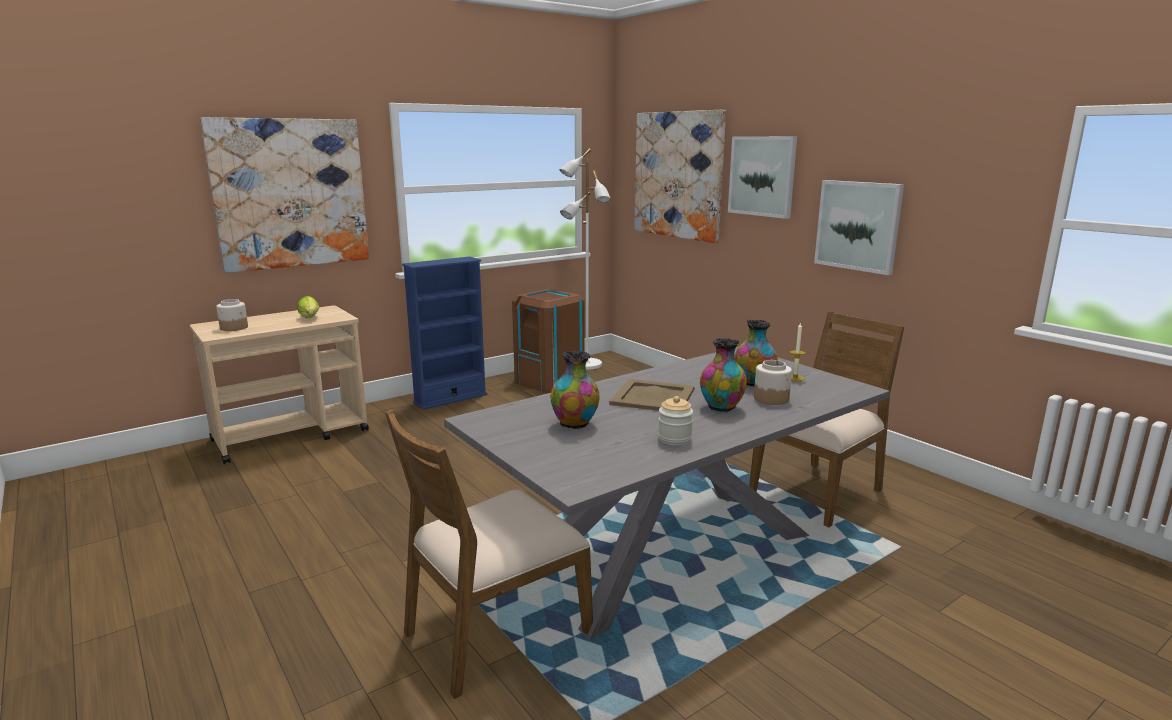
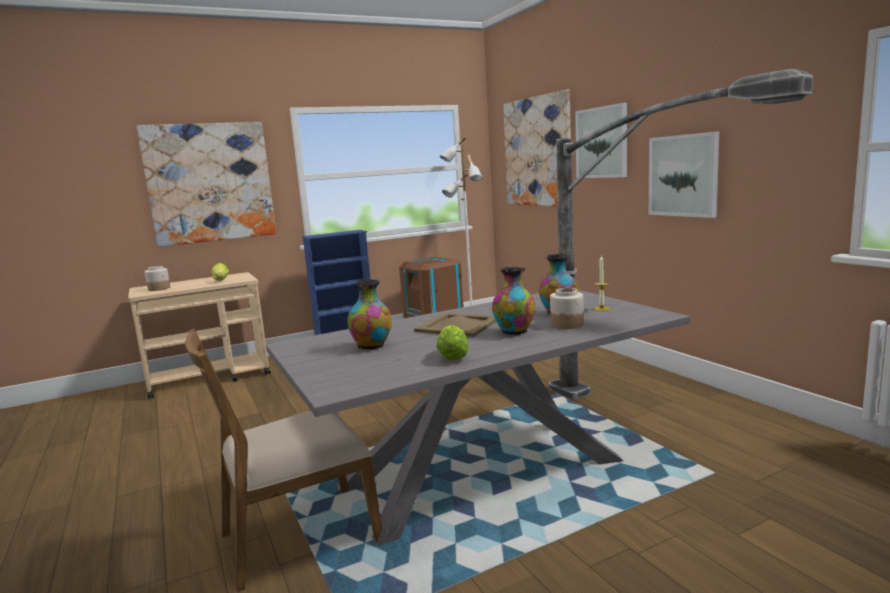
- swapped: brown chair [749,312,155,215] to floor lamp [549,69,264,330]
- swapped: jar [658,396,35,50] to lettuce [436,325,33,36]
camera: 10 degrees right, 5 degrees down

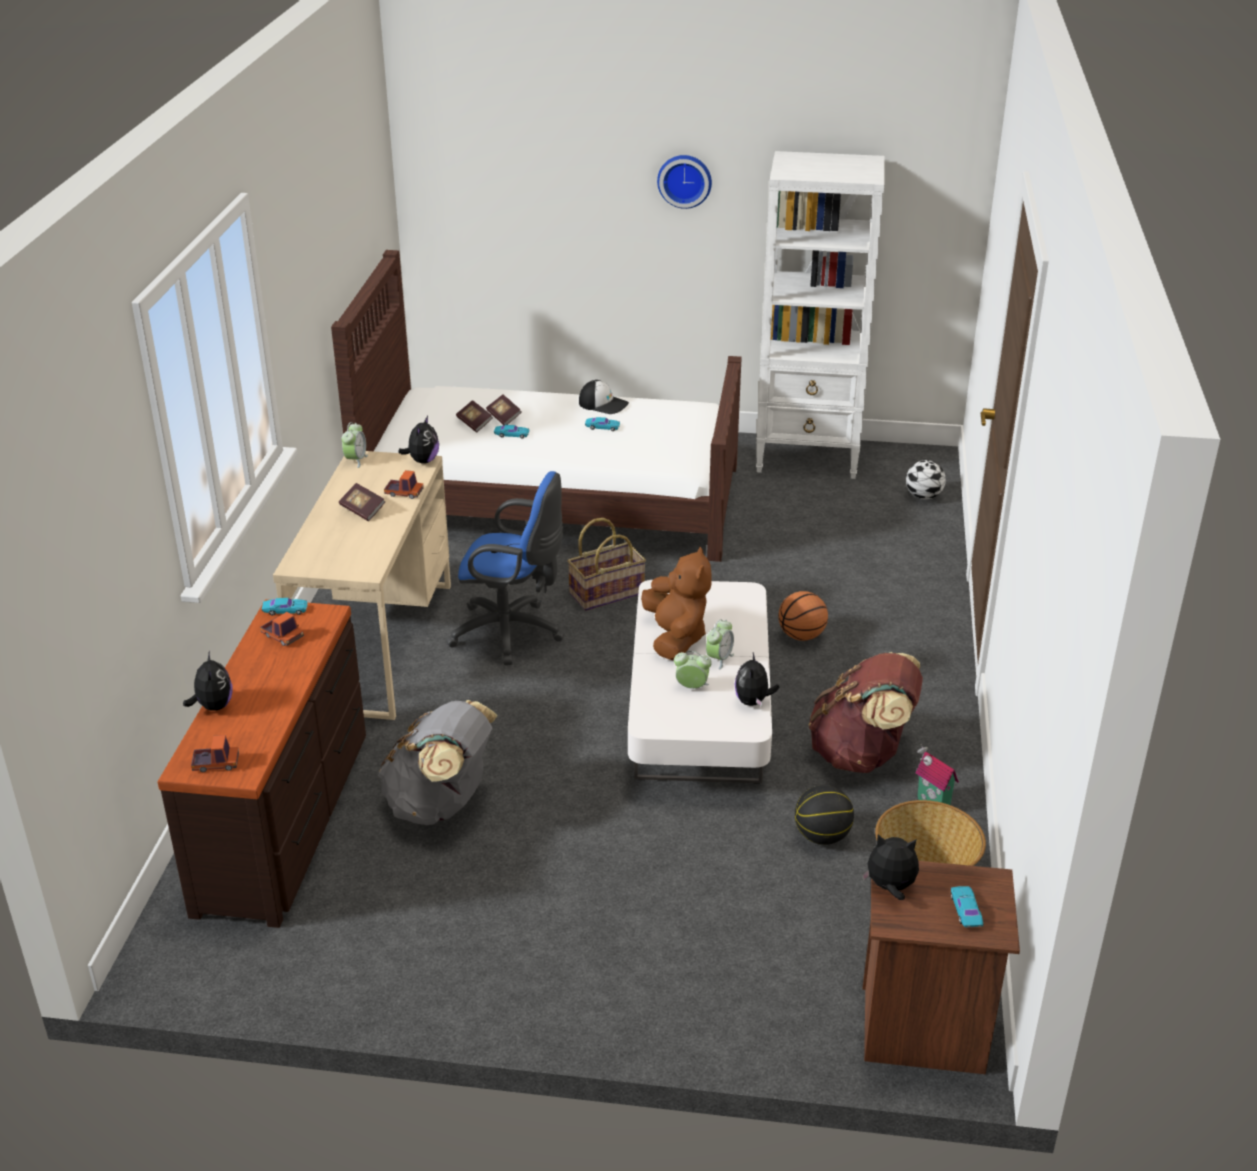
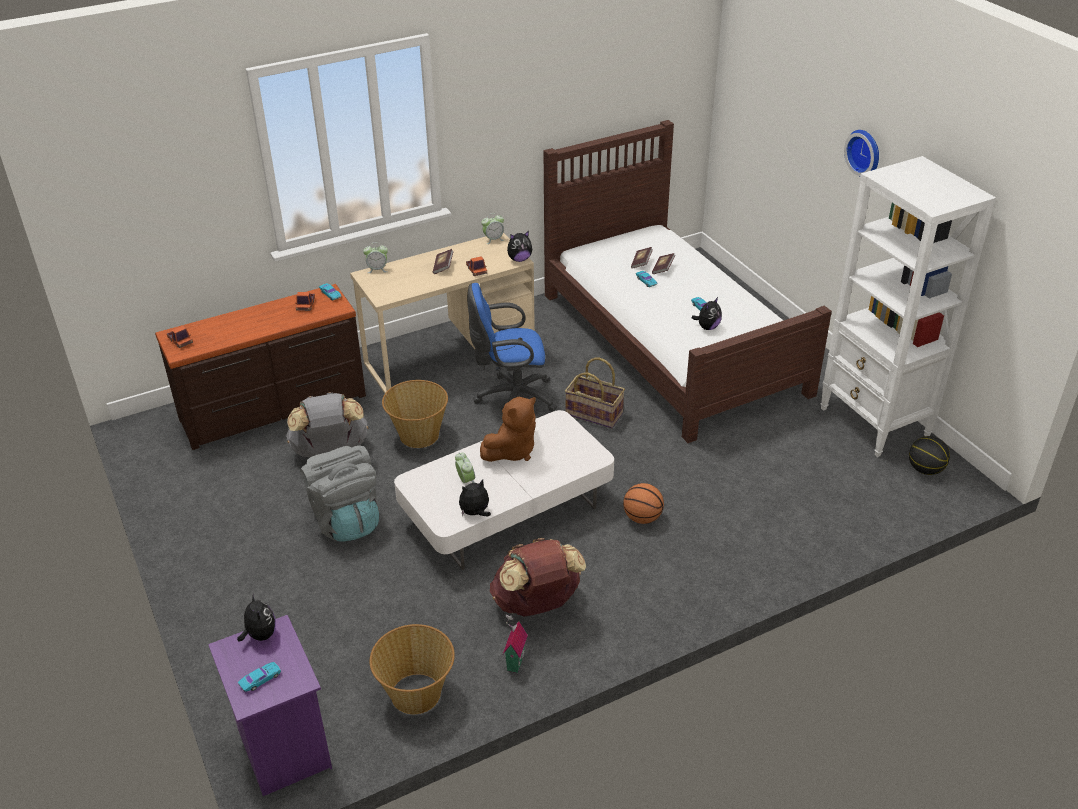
- gone: cap [579,380,50,34]
- gone: football [906,460,40,39]
- rotated: blue office chair [446,471,118,194] = [467,283,90,129] 105 degrees clockwise
- shifted: alarm clock [706,619,28,50] to [363,243,25,30]
- shifted: plush toy [183,651,50,60] to [691,297,31,33]
- shifted: basketball [795,785,59,60] to [909,436,41,39]
- repainted: brown nightstand [862,861,158,213] to purple nightstand [208,615,124,181]
- new: basket [382,380,66,68]
- new: grey backpack [300,445,80,97]
camera: 55 degrees right, 5 degrees up

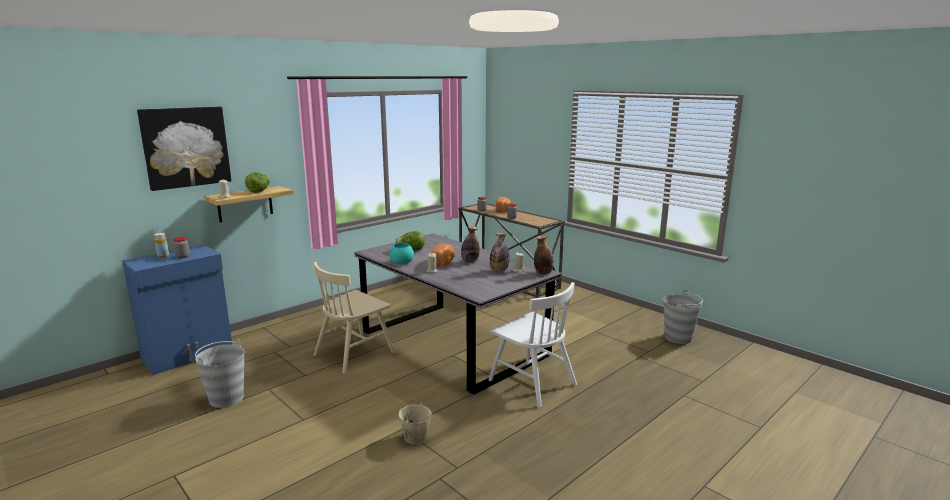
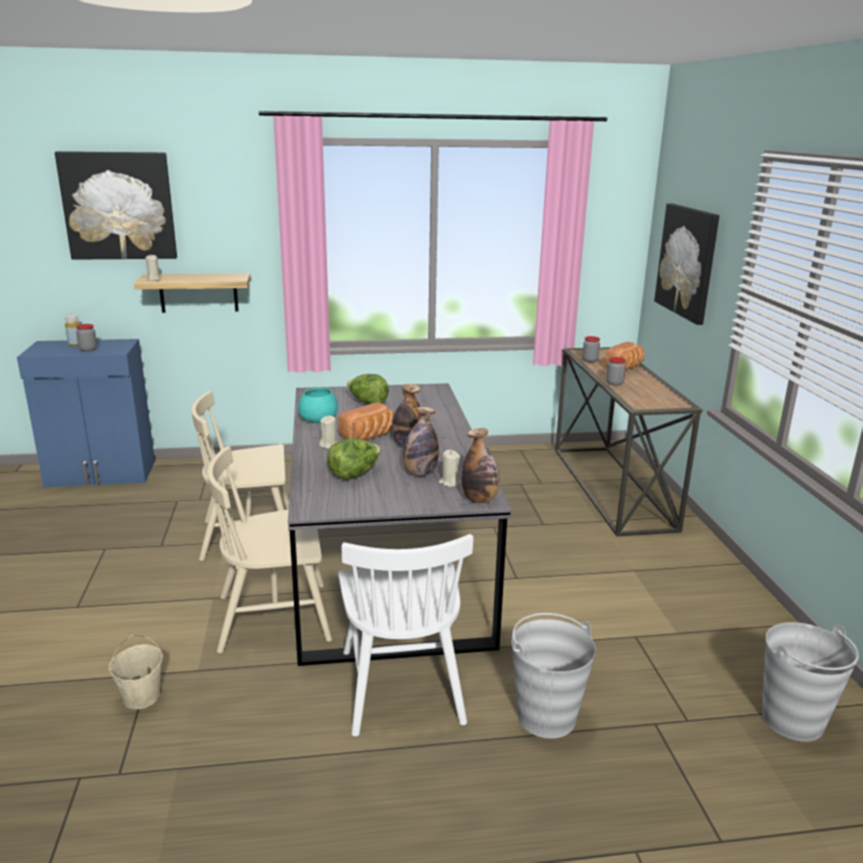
- shifted: lettuce [245,172,25,21] to [327,438,54,41]
- shifted: grey bucket [195,339,49,69] to [512,613,84,126]
- new: picture [654,203,65,122]
- new: beige chair [207,446,125,207]
camera: 35 degrees right, 5 degrees up

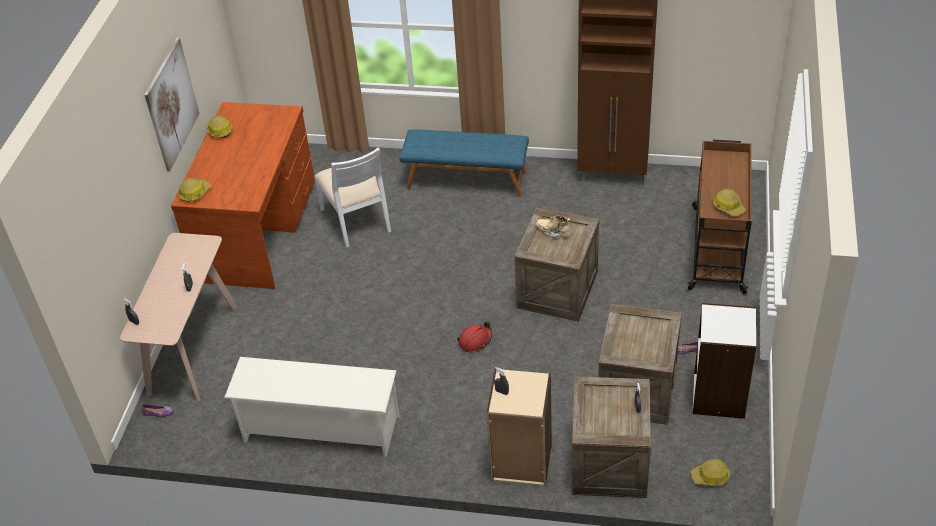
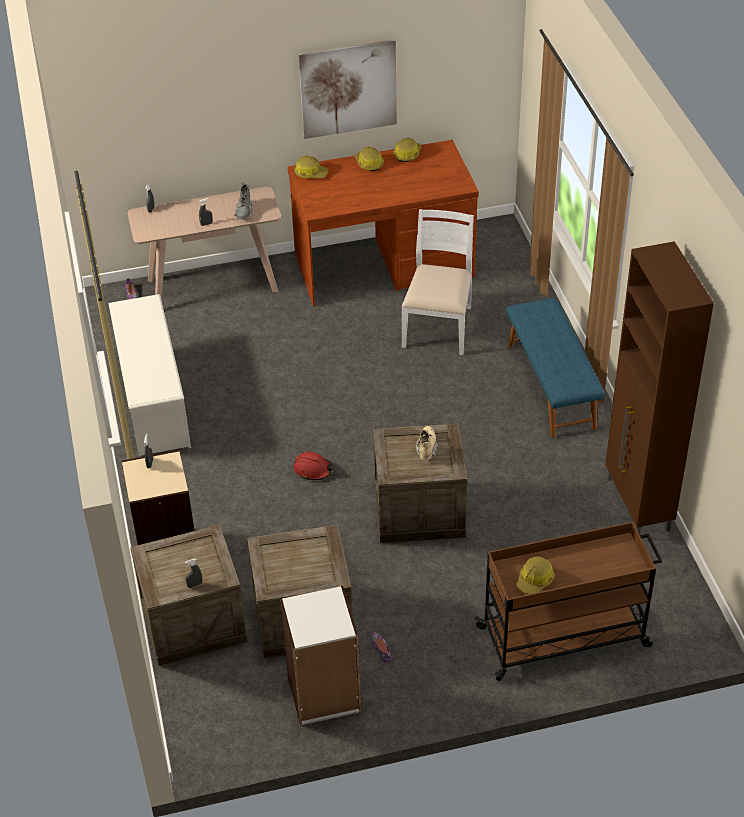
- rotated: white chair [314,148,77,100] = [401,209,73,146] 150 degrees clockwise
- shifted: hard hat [691,459,39,27] to [355,147,29,24]
- new: grey boot [234,182,20,37]
camera: 65 degrees right, 0 degrees up

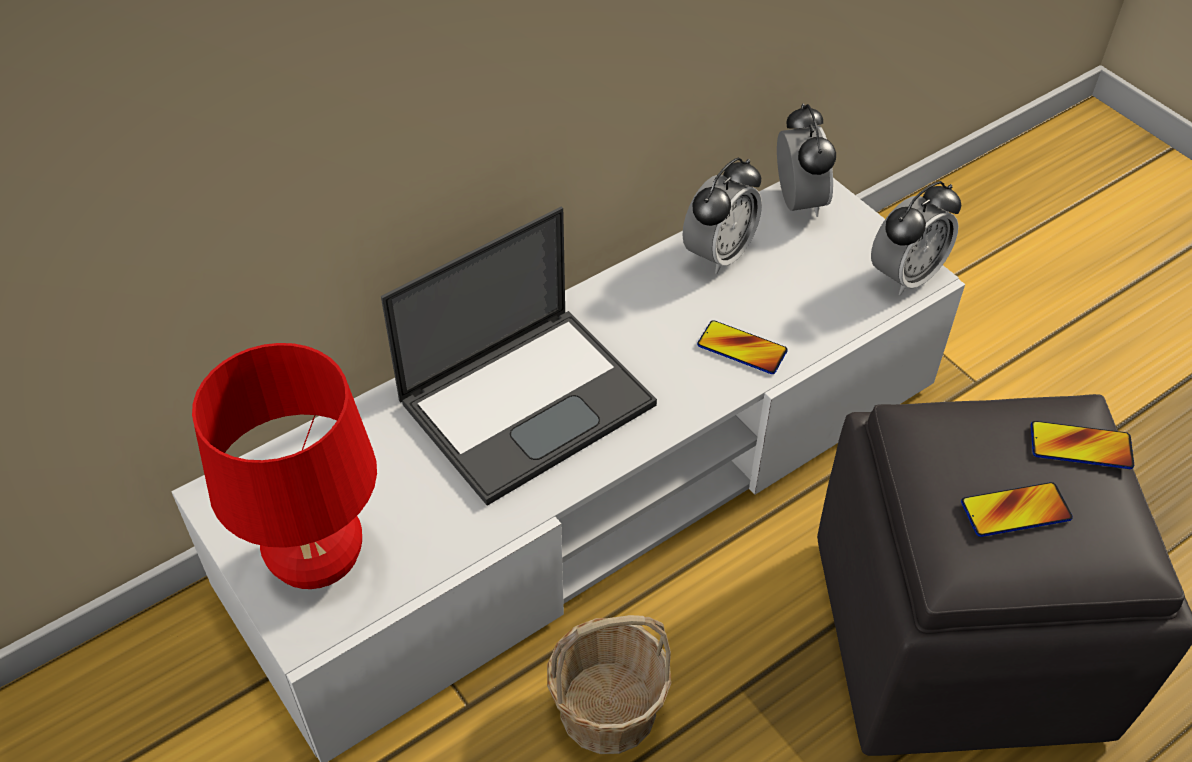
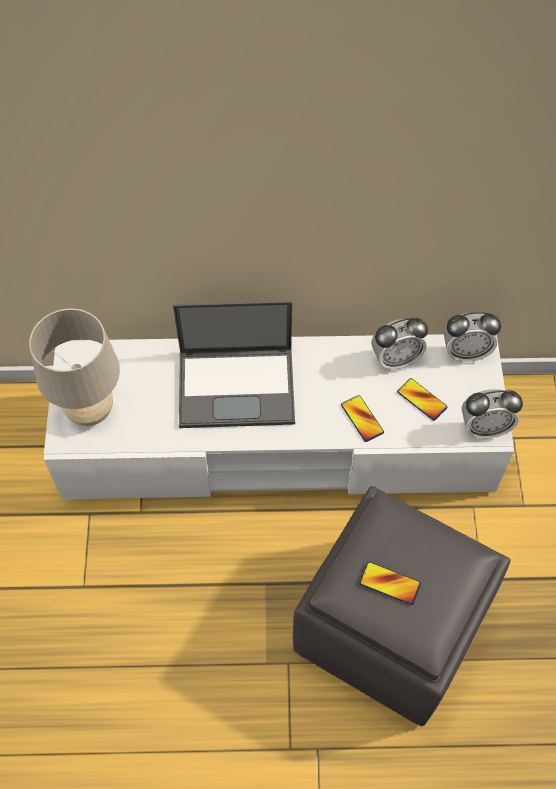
- rotated: alarm clock [777,104,59,113] = [444,312,57,50] 60 degrees clockwise
- repainted: red table lamp [192,343,185,246] to beige table lamp [29,308,91,118]
- shifted: phone [1031,421,103,48] to [397,378,50,43]
- gone: basket [547,615,124,139]
camera: 35 degrees right, 10 degrees up

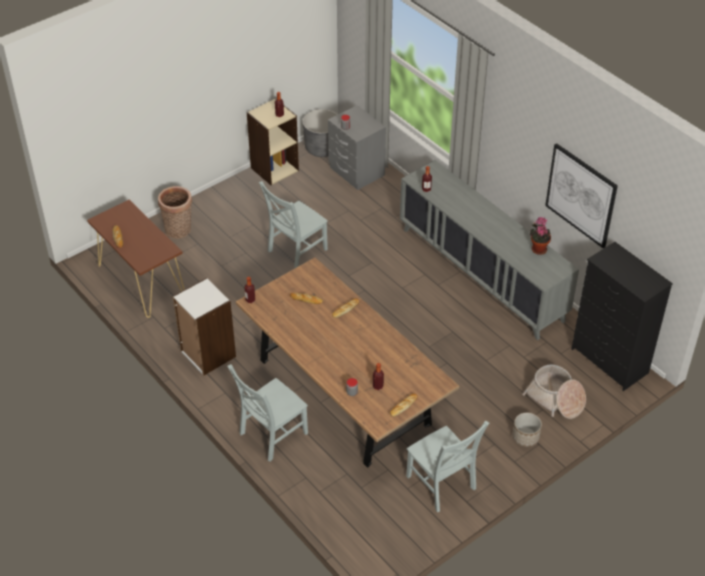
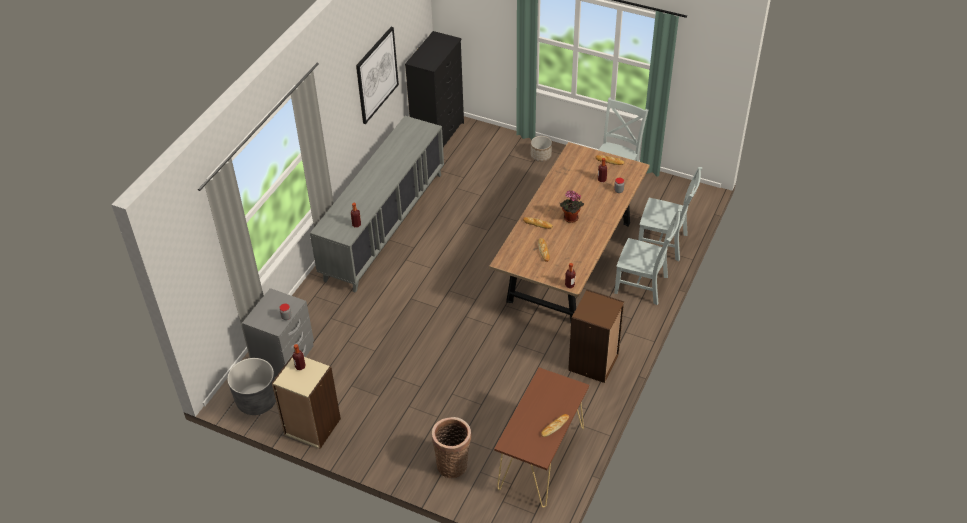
- shifted: grey chair [259,181,69,88] to [638,167,64,94]
- shifted: potted plant [529,217,22,38] to [560,190,24,33]
- repainted: white bookcase [173,278,63,98] to brown bookcase [568,290,56,93]
- gone: basket [522,364,64,55]
camera: 115 degrees left, 0 degrees up

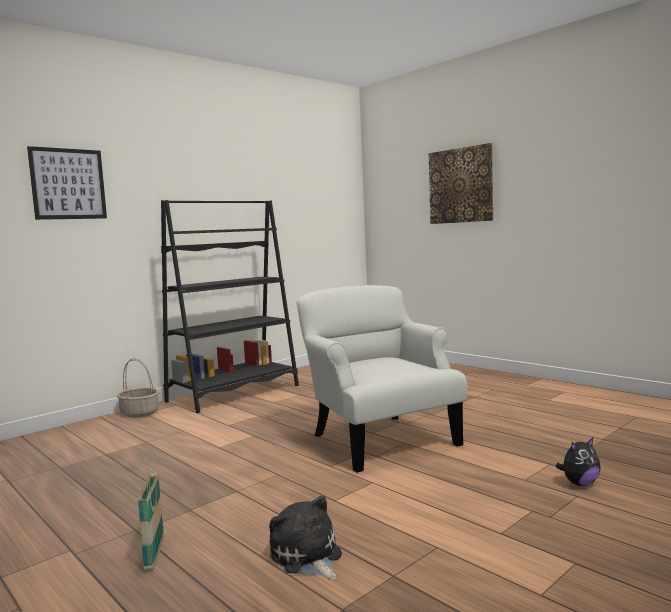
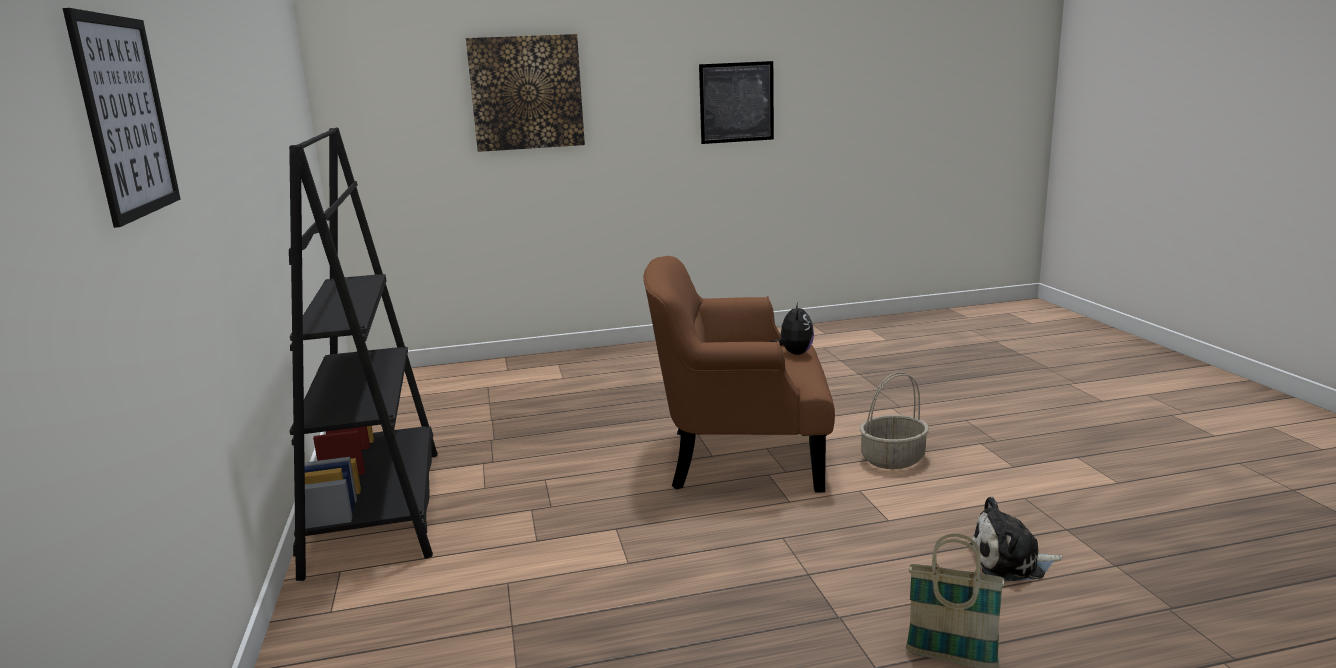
- repainted: white armchair [297,285,170,188] to brown armchair [643,256,192,236]
- shifted: basket [117,358,42,60] to [859,372,70,97]
- shifted: plush toy [556,438,45,48] to [770,302,44,53]
- new: picture [699,61,75,83]
camera: 60 degrees left, 10 degrees up

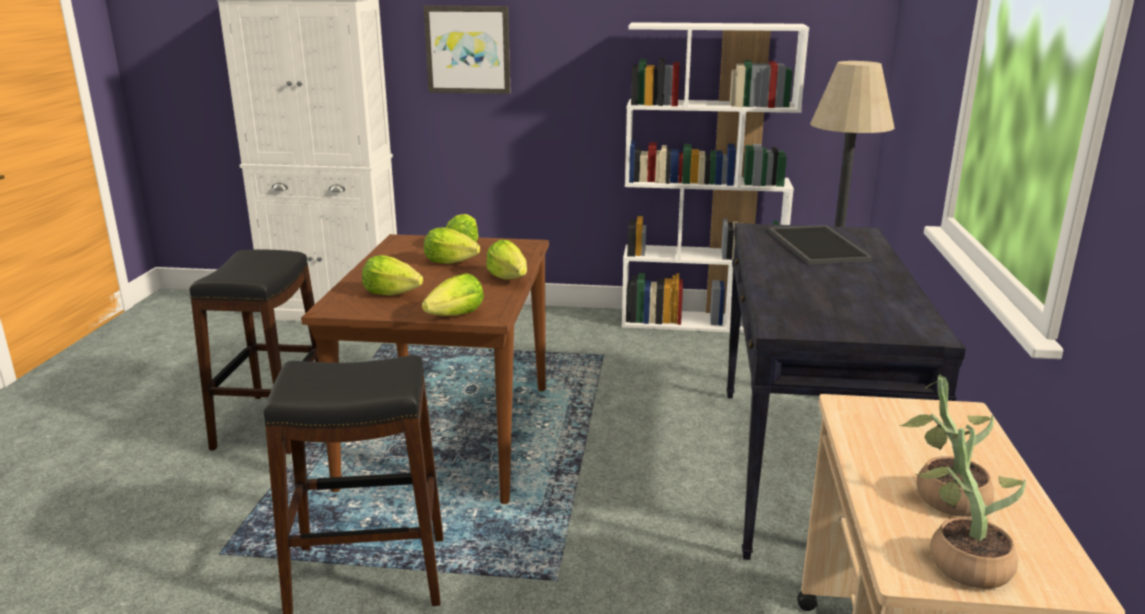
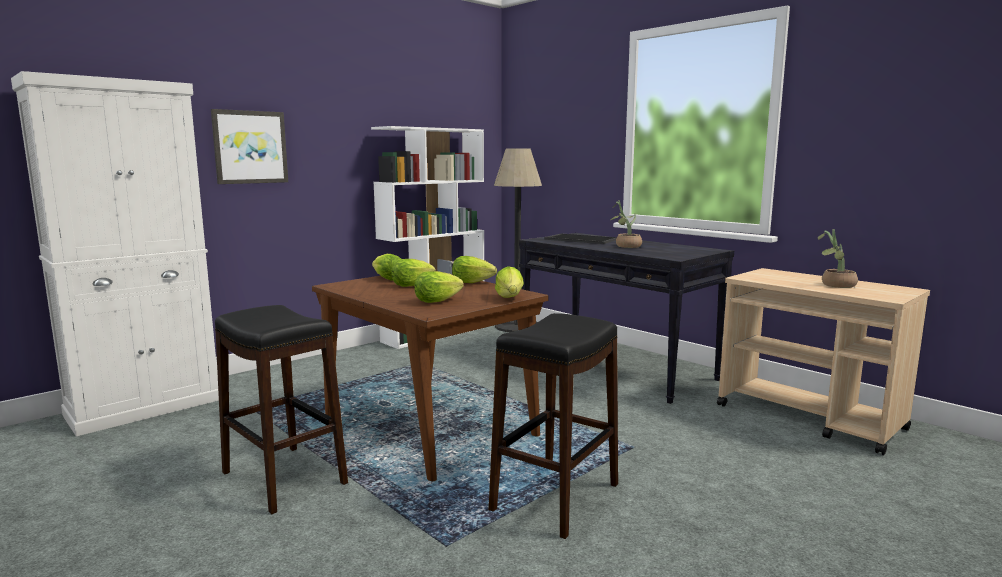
- shifted: potted plant [915,424,111,165] to [611,200,31,48]
camera: 50 degrees left, 10 degrees down

